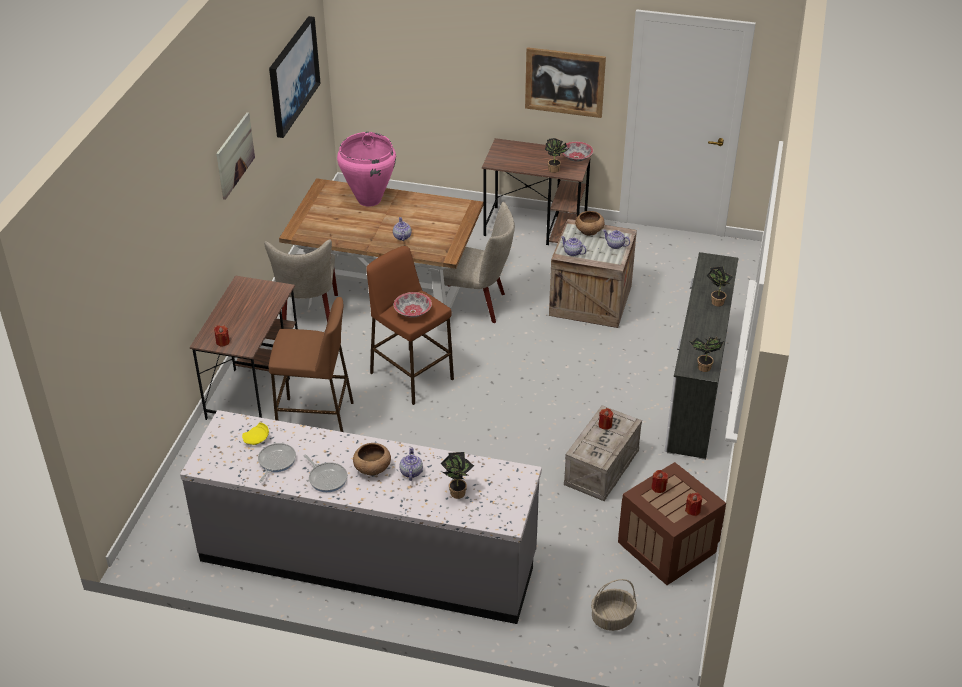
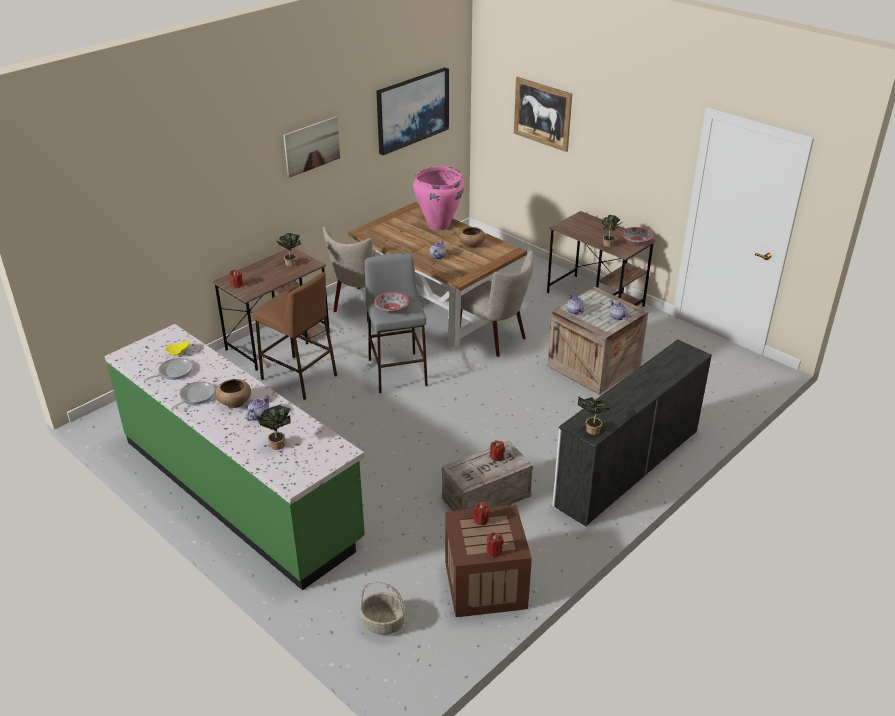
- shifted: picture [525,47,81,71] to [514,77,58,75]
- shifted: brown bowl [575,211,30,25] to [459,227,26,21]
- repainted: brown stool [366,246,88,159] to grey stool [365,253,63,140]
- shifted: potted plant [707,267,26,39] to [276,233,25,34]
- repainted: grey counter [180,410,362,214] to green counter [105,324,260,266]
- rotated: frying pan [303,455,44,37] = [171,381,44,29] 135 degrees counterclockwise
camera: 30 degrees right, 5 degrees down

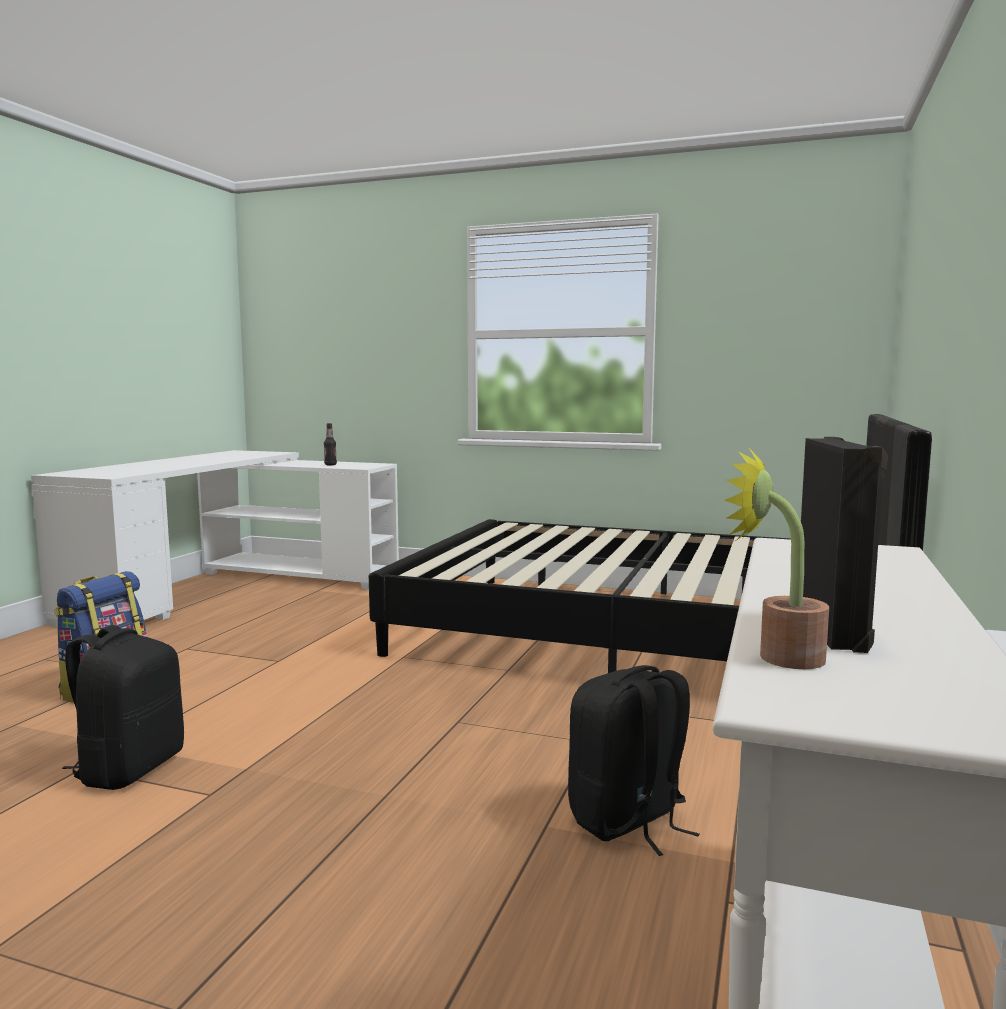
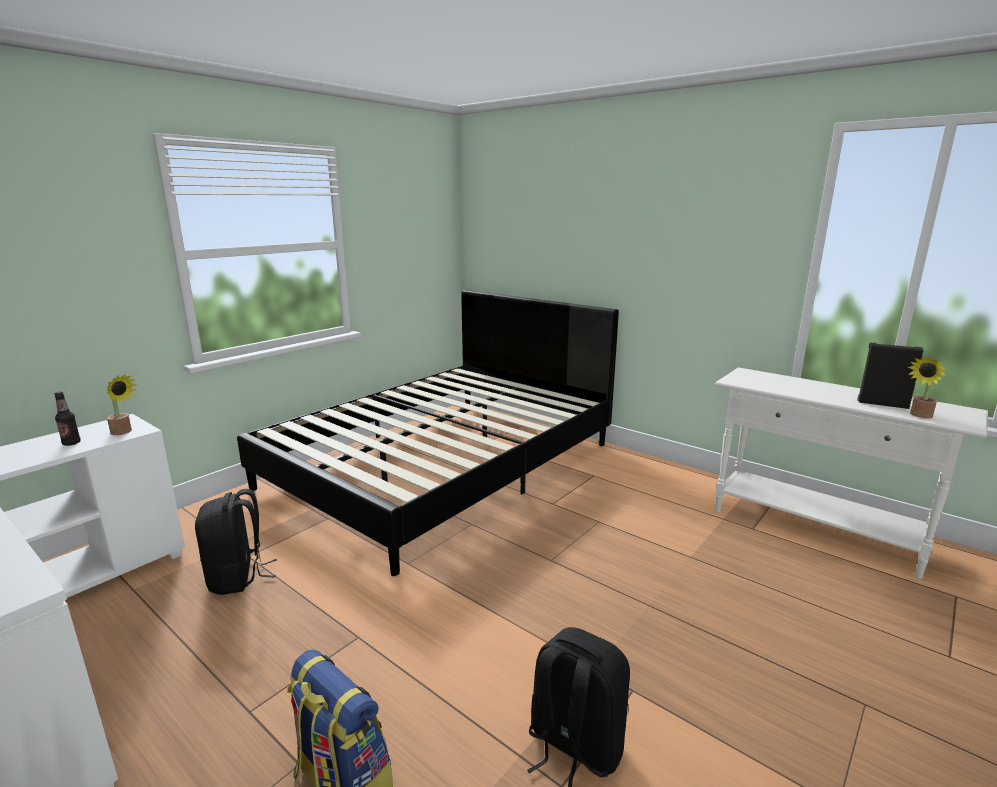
- shifted: black backpack [568,665,132,191] to [195,489,82,106]
- new: potted plant [107,374,31,61]
camera: 70 degrees left, 10 degrees up

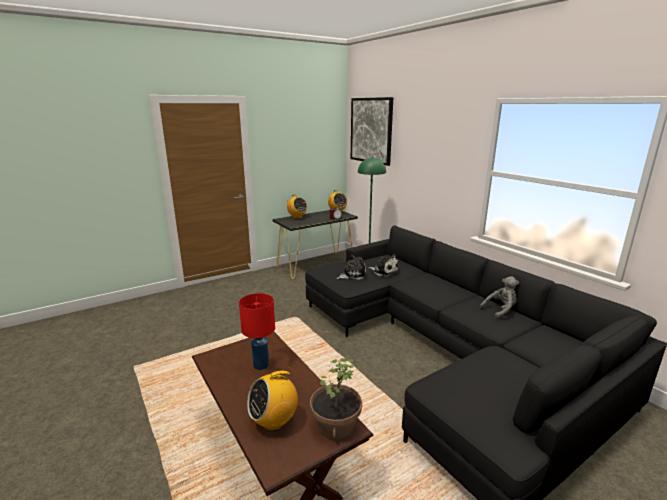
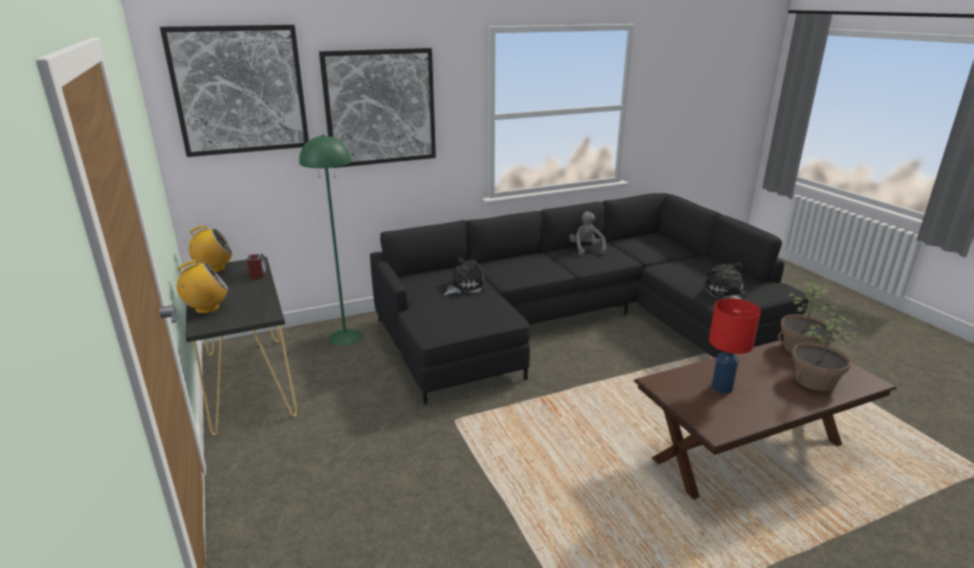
- shifted: plush toy [336,255,32,25] to [704,263,42,36]
- swapped: radio [247,367,51,64] to potted plant [792,313,67,78]
- new: picture [319,48,117,120]
camera: 80 degrees left, 5 degrees up

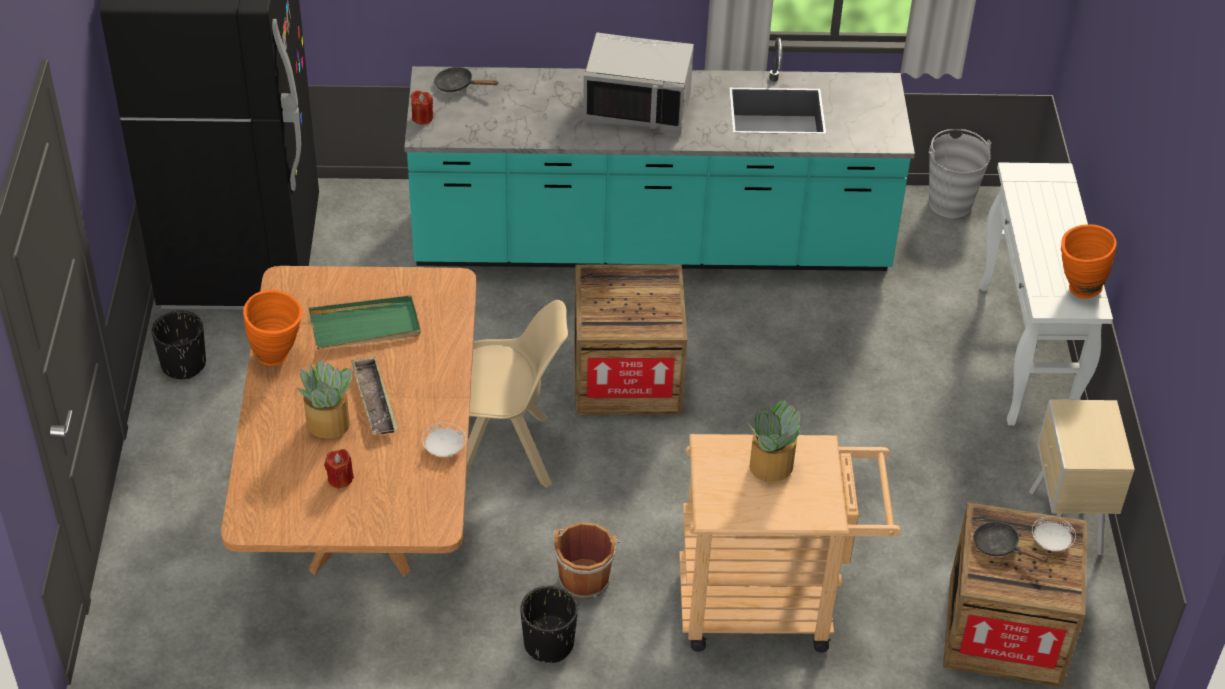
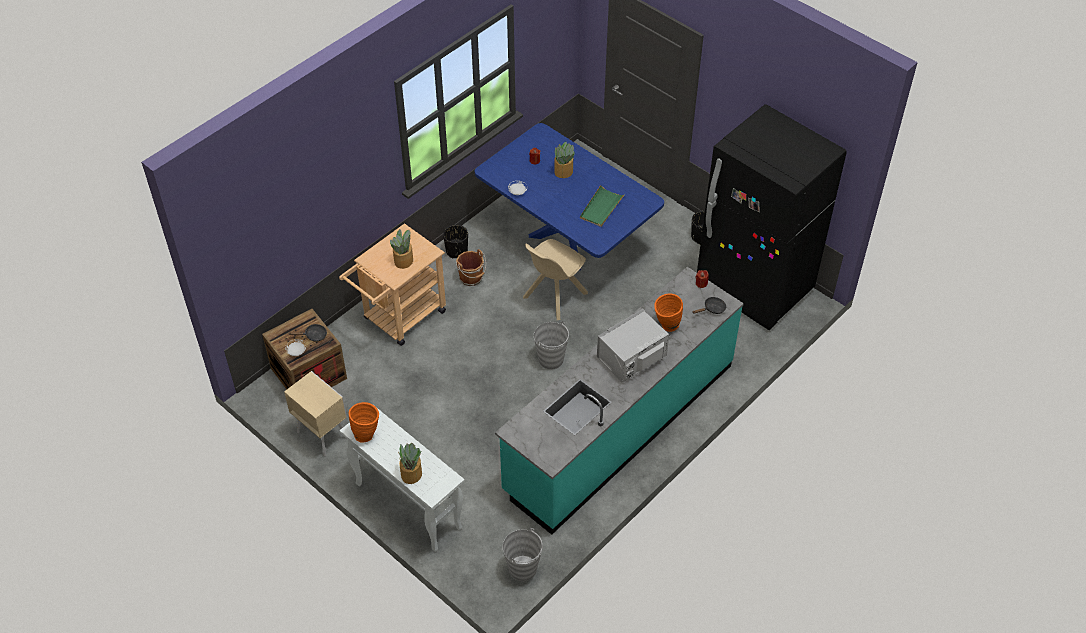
- swapped: crate [574,265,113,150] to grey bucket [534,321,35,49]
- repainted: brown dining table [221,266,255,310] to blue dining table [475,123,189,147]
- shifted: orange vase [243,290,60,76] to [654,293,29,39]
- gone: tray [351,357,47,77]
- new: potted plant [398,443,24,41]
camera: 135 degrees right, 5 degrees up

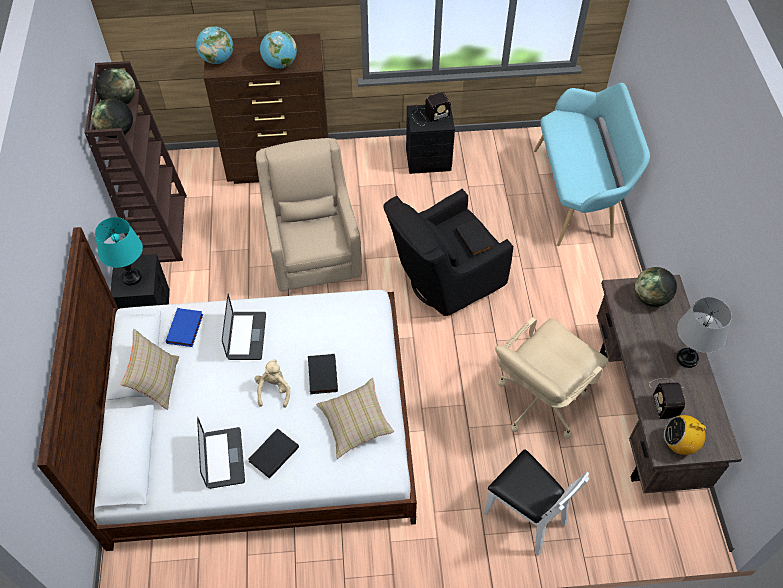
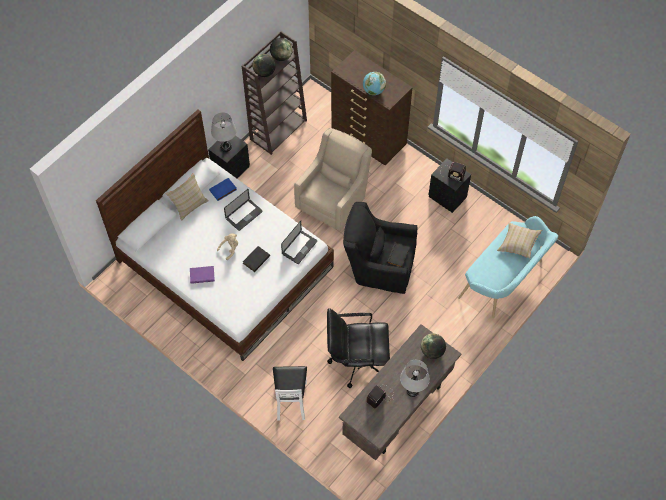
- gone: globe [196,26,37,38]
- repainted: turquoise table lamp [95,217,48,68] to grey table lamp [211,112,25,40]
- repainted: beige office chair [495,317,113,122] to black office chair [327,308,63,80]
- shifted: beige pillow [316,378,78,81] to [497,223,45,35]
- gone: radio [664,415,44,40]
- shifted: laptop [197,417,48,72] to [281,221,36,43]
- repainted: black book [248,429,51,49] to purple book [190,266,25,18]
camera: 45 degrees right, 5 degrees up

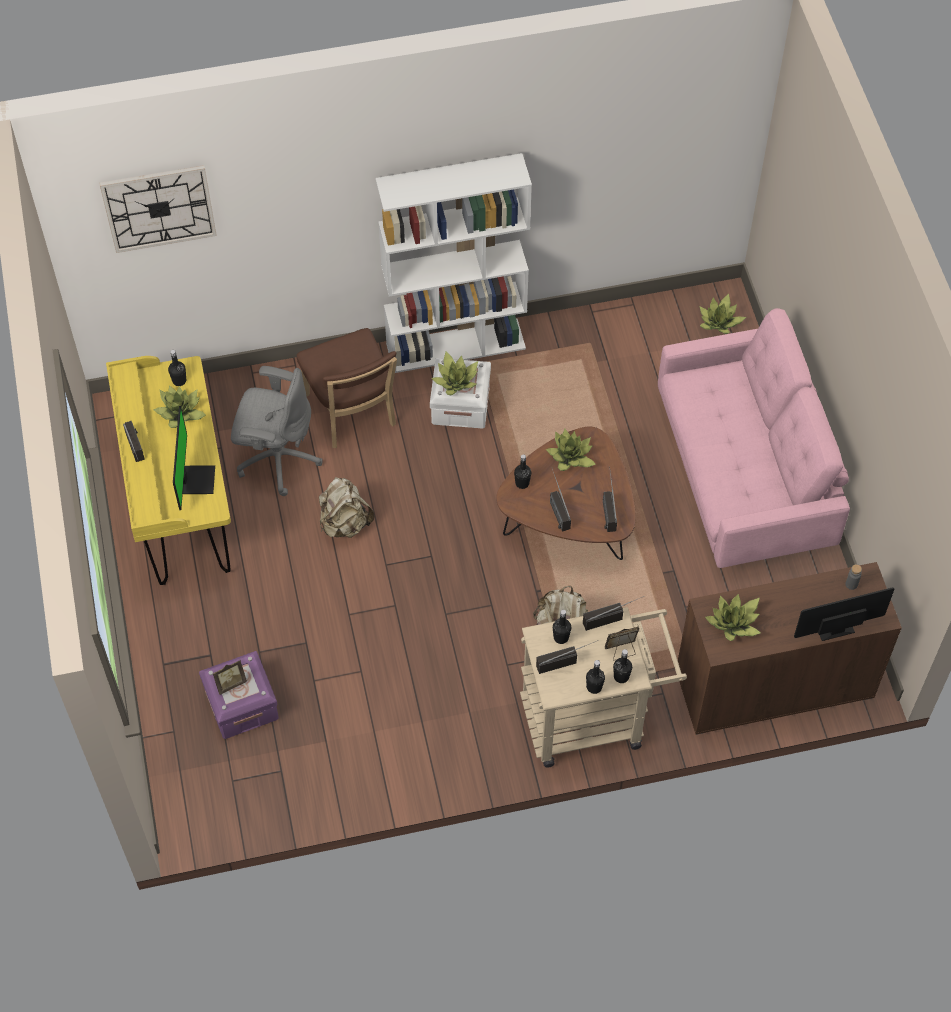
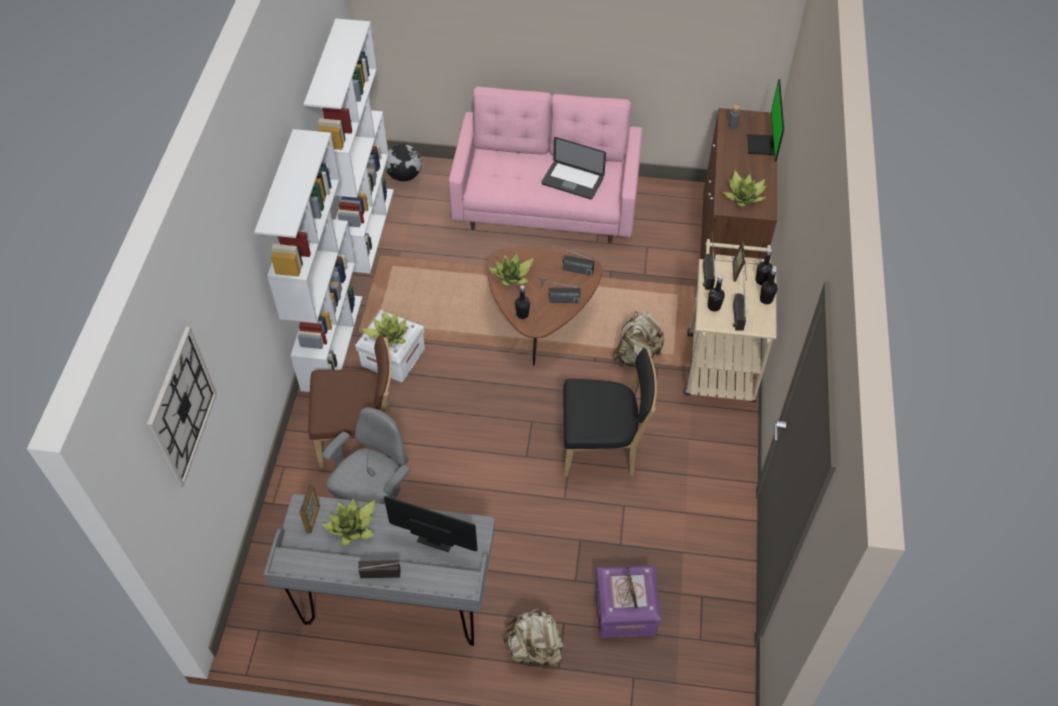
- swapped: potted plant [699,293,47,41] to globe [385,144,37,38]
- swapped: black bottle [168,350,18,36] to picture frame [300,484,20,50]
- repainted: yellow desk [106,356,125,229] to grey desk [264,494,231,152]
- shifted: beige backpack [319,477,55,61] to [503,608,61,63]
- new: white bookcase [304,19,90,255]
- new: laptop [541,137,65,62]
- new: black chair [563,348,94,129]
camera: 70 degrees left, 5 degrees down

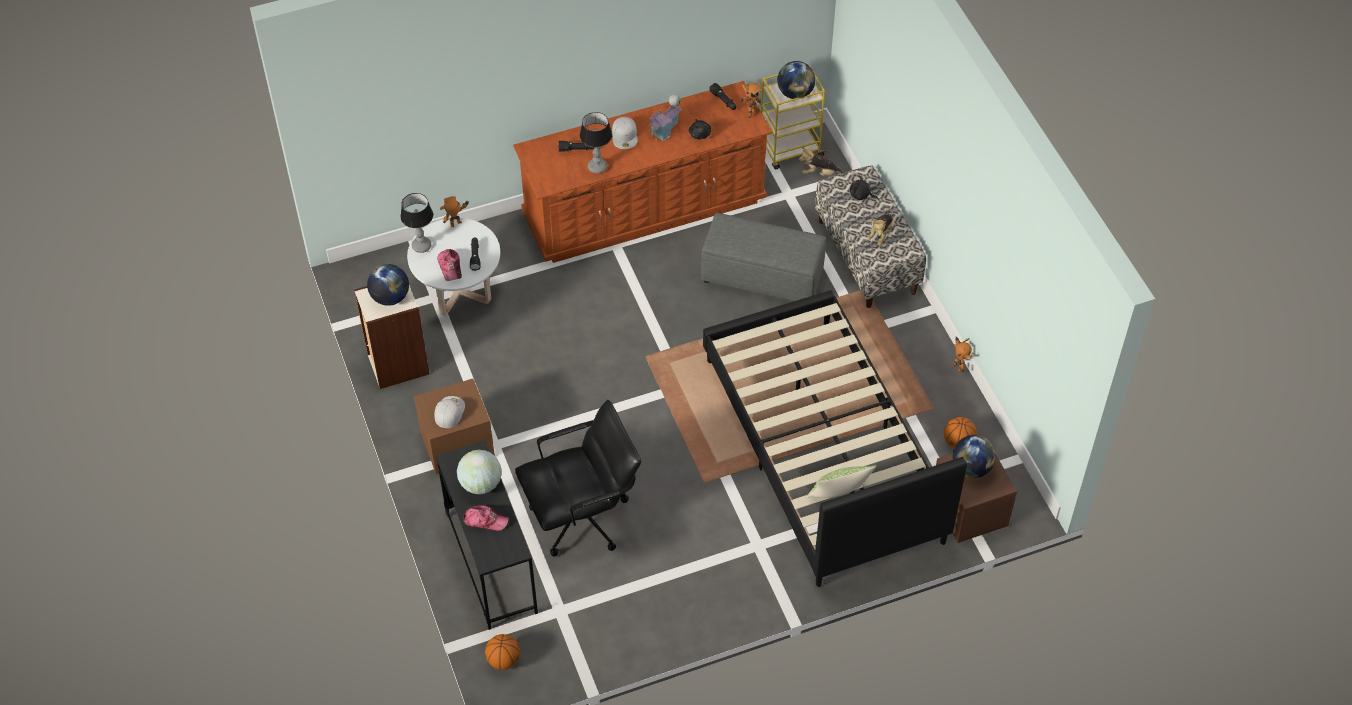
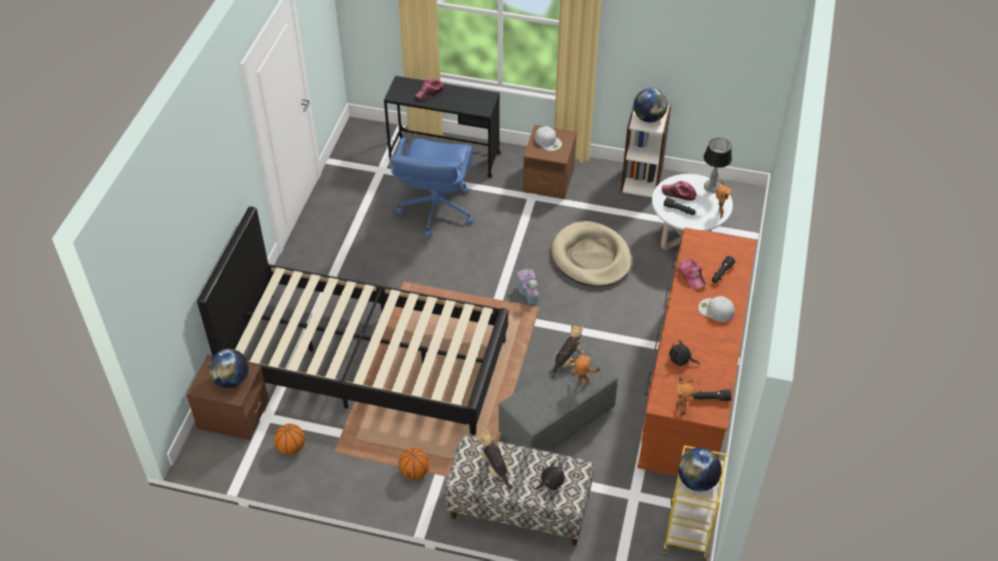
- shifted: toy house [649,94,33,47] to [517,266,22,38]
- swapped: table lamp [580,112,32,62] to cap [678,259,28,30]
- shifted: plush toy [798,147,47,29] to [552,325,33,54]
- shifted: toy robot [953,336,20,36] to [569,355,31,29]
- repainted: black office chair [515,400,126,157] to blue office chair [390,138,83,99]
- gone: globe [457,450,45,44]
- gone: pillow [806,465,70,33]
- shifted: basketball [485,634,35,36] to [398,448,32,32]
- new: beige dog bed [551,221,81,66]
camera: 125 degrees right, 5 degrees down

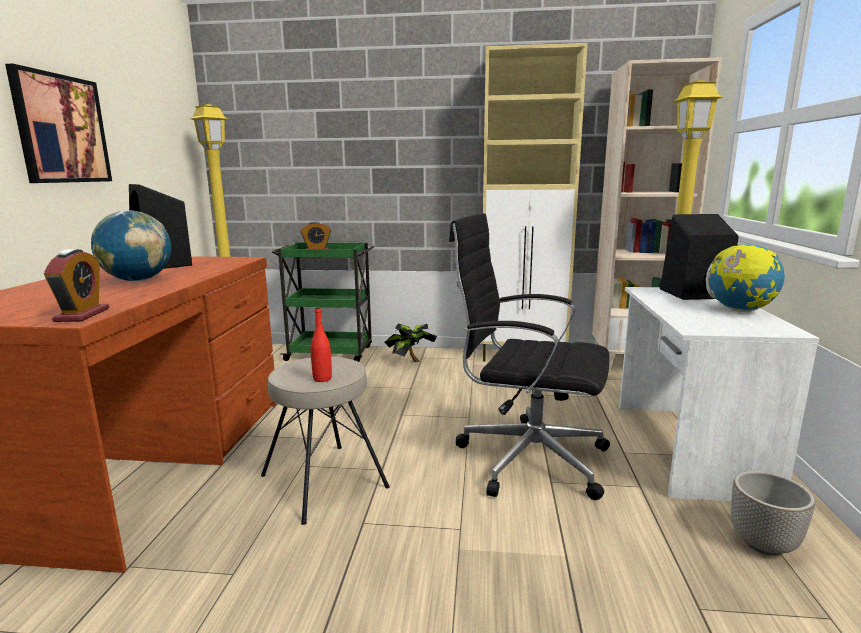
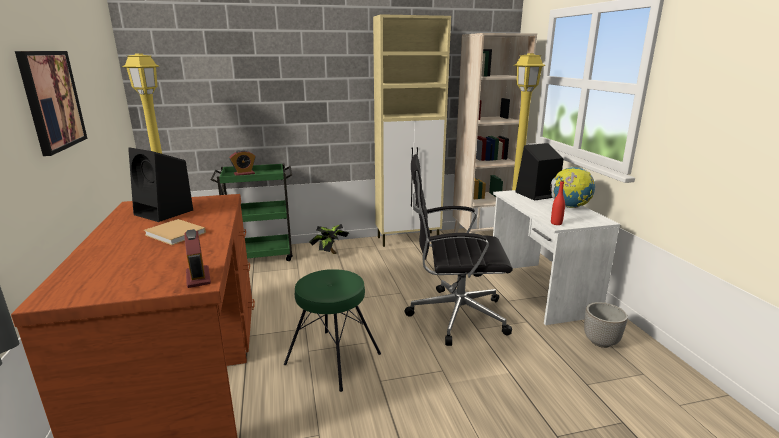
- swapped: globe [91,210,80,71] to beige book [144,219,62,26]
- shifted: red bottle [311,307,21,75] to [551,180,14,45]
- repainted: beige stool [261,356,129,169] to green stool [284,269,97,123]
camera: 20 degrees left, 5 degrees up

